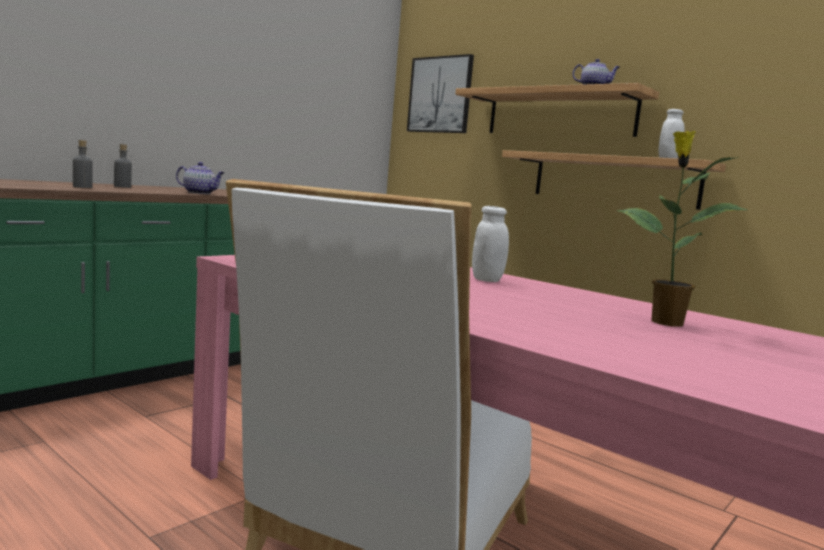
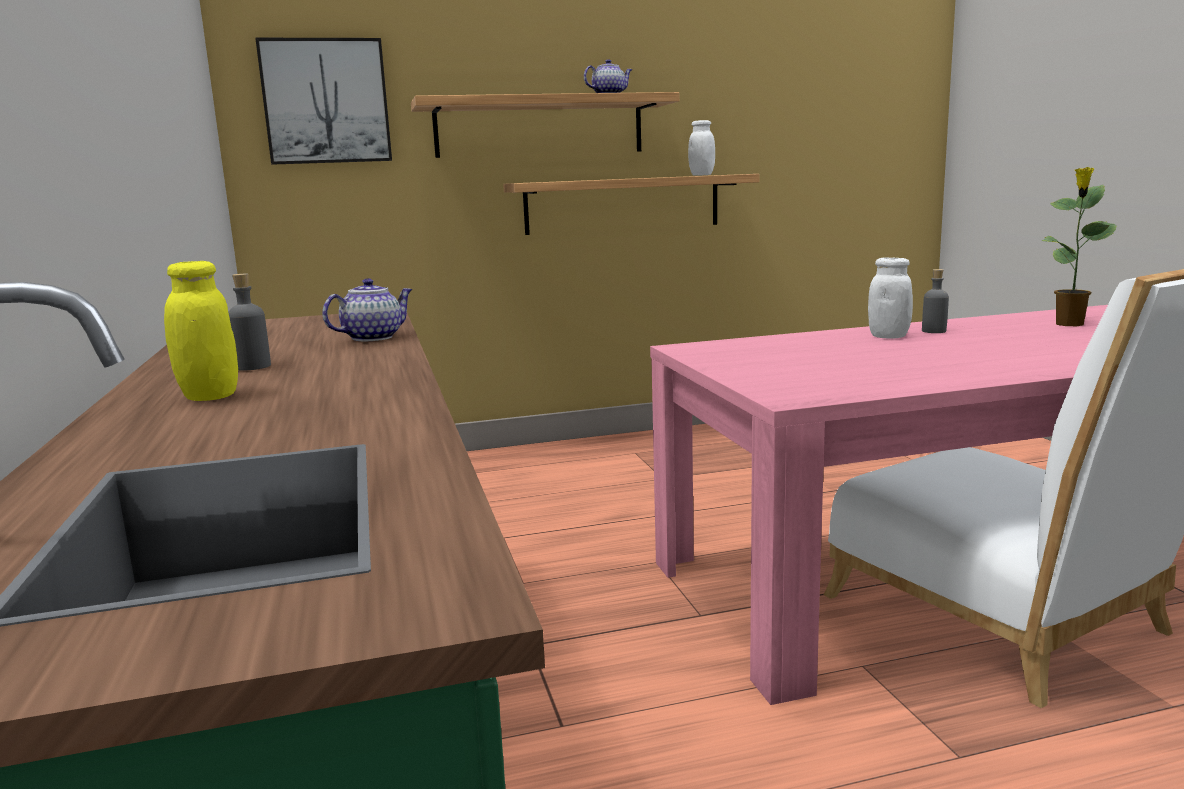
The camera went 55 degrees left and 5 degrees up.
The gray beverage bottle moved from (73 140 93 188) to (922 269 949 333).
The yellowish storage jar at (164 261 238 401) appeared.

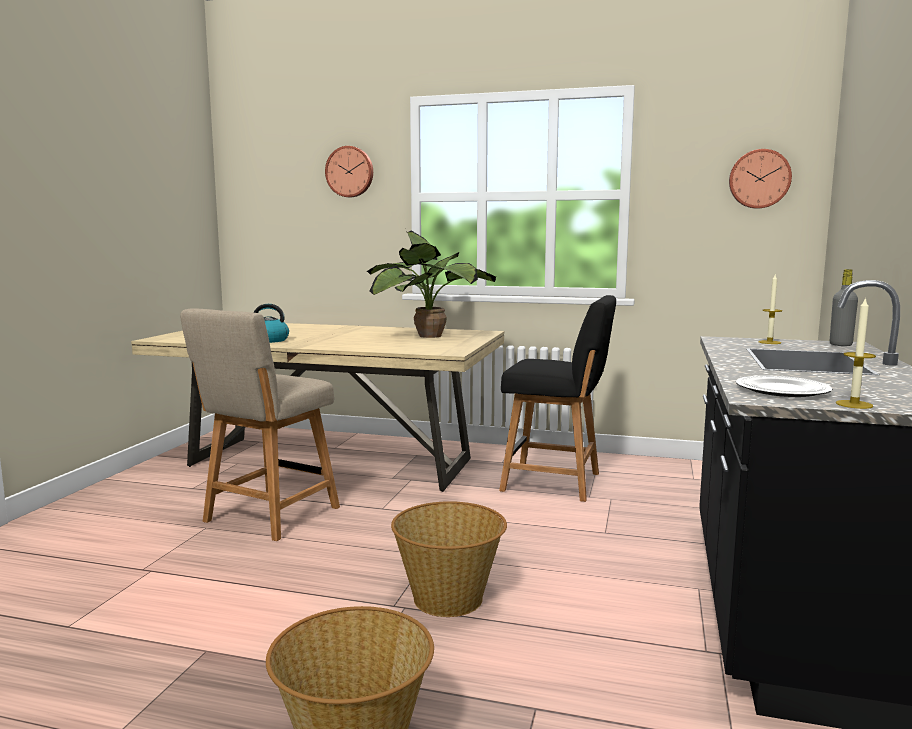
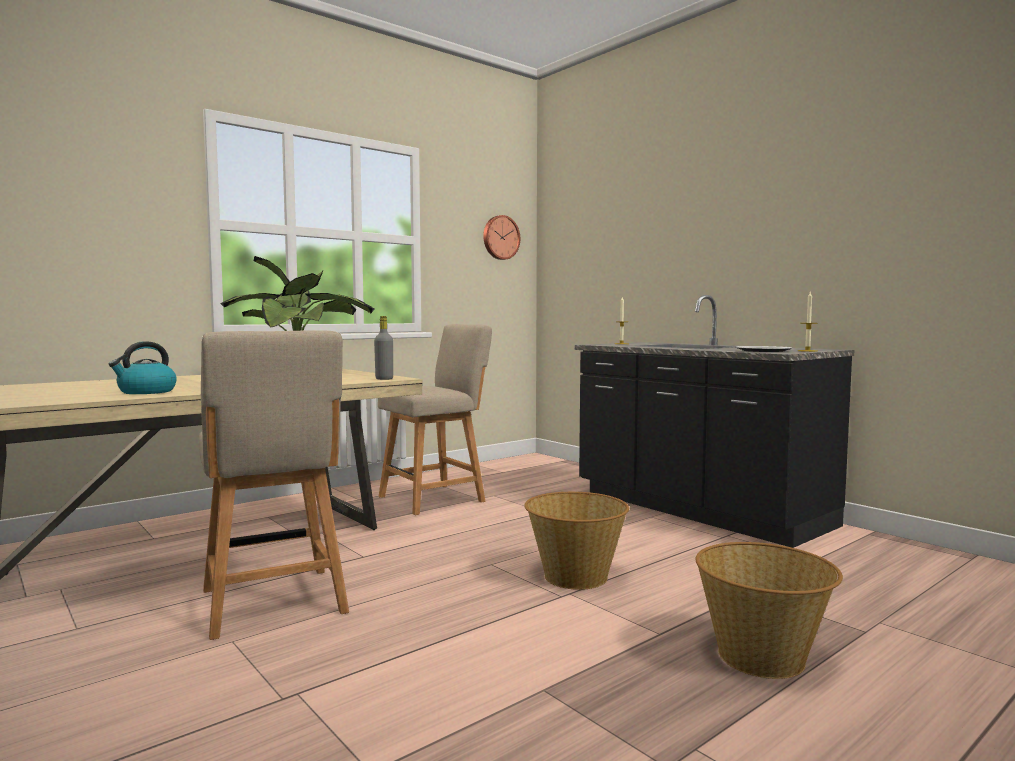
The camera went 55 degrees left and 5 degrees down.
The hanging clock at (325 146 373 197) disappeared.
The gray beverage bottle moved from (830 269 858 346) to (374 316 393 380).
The blackish chair at (499 295 616 502) became the beige-coloured chair at (378 324 492 515).

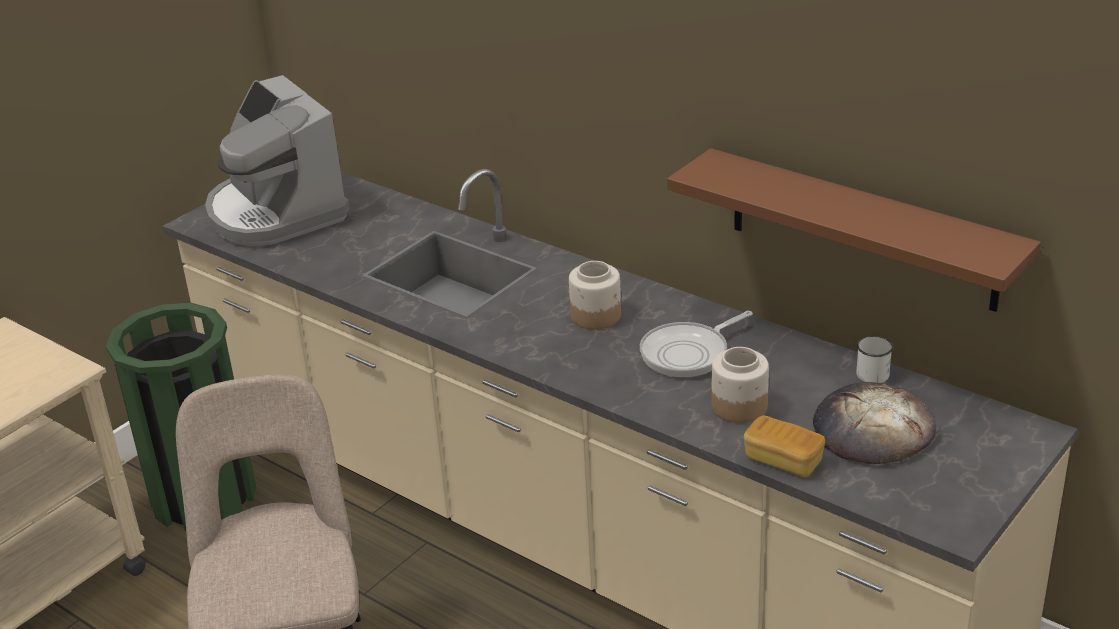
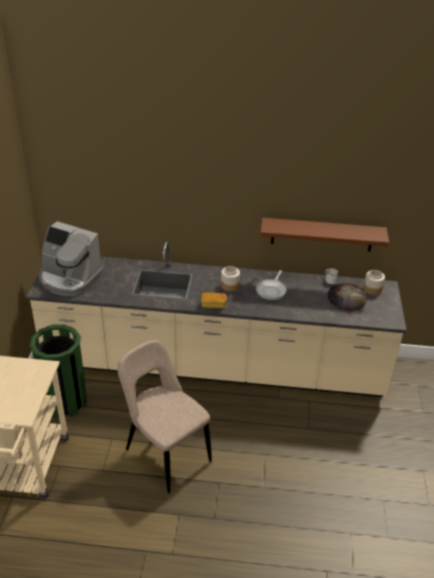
The camera went 35 degrees left and 5 degrees up.
The storage jar moved from (712 347 769 423) to (363 270 385 295).
The bread moved from (744 415 825 477) to (201 293 227 308).

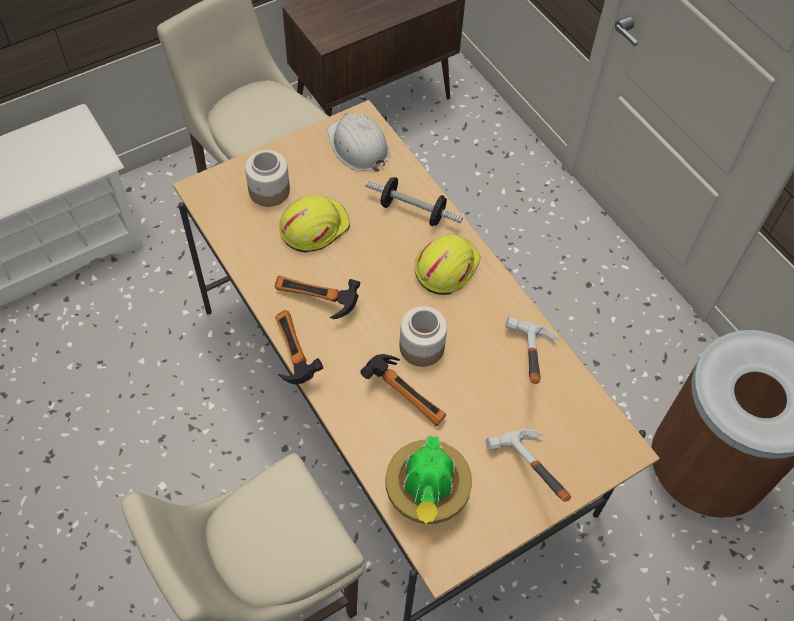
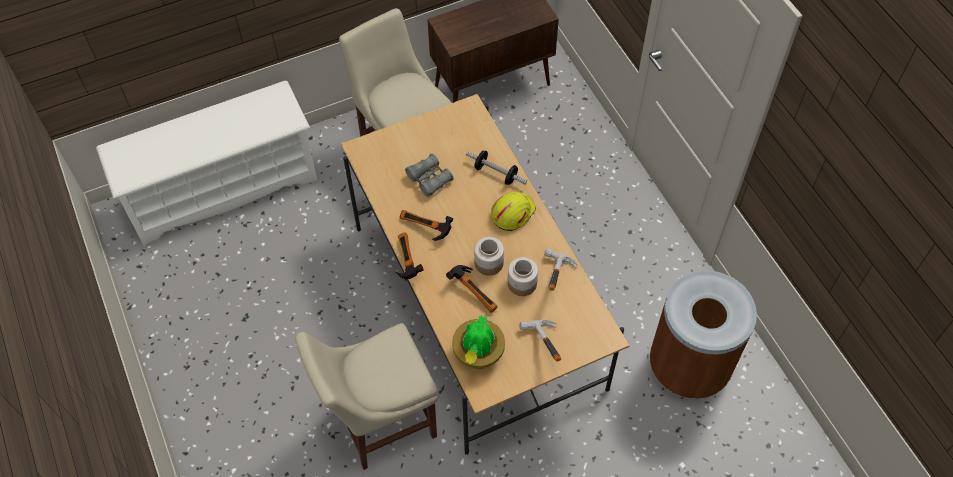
The camera went 10 degrees right and 0 degrees up.
The white hard hat at (327 113 390 172) disappeared.
The storage jar moved from (245 150 290 207) to (508 257 538 296).
The yellowish hard hat at (279 196 350 253) was replaced by the gray binoculars at (405 153 454 197).

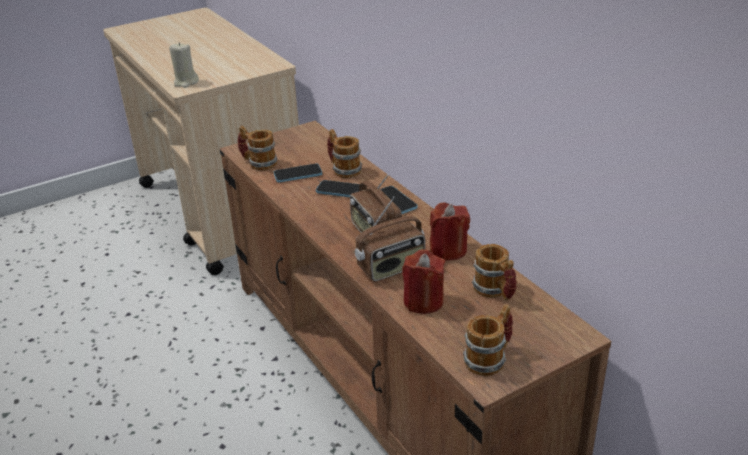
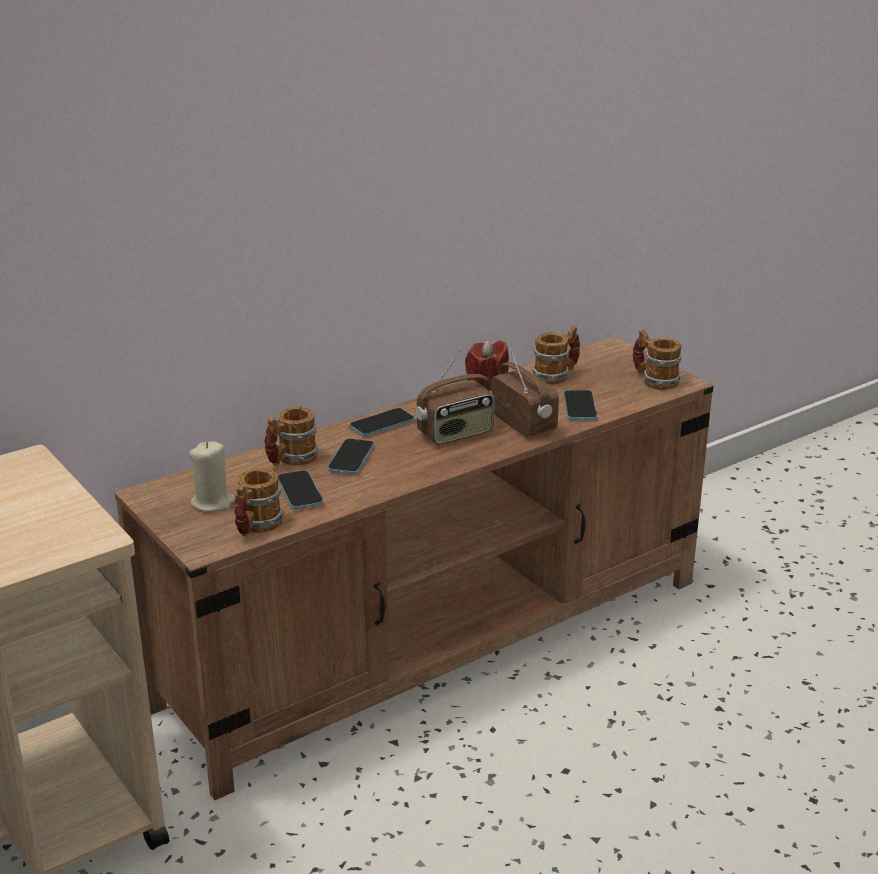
The camera went 95 degrees left and 5 degrees down.
The beige-coloured wax light moved from (169 43 199 88) to (189 441 235 512).
The red-coloured wax light at (402 249 445 314) was replaced by the handset at (564 390 597 420).

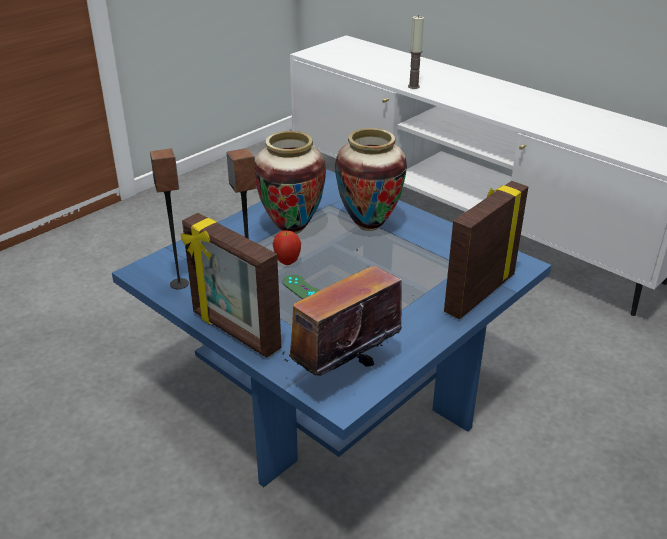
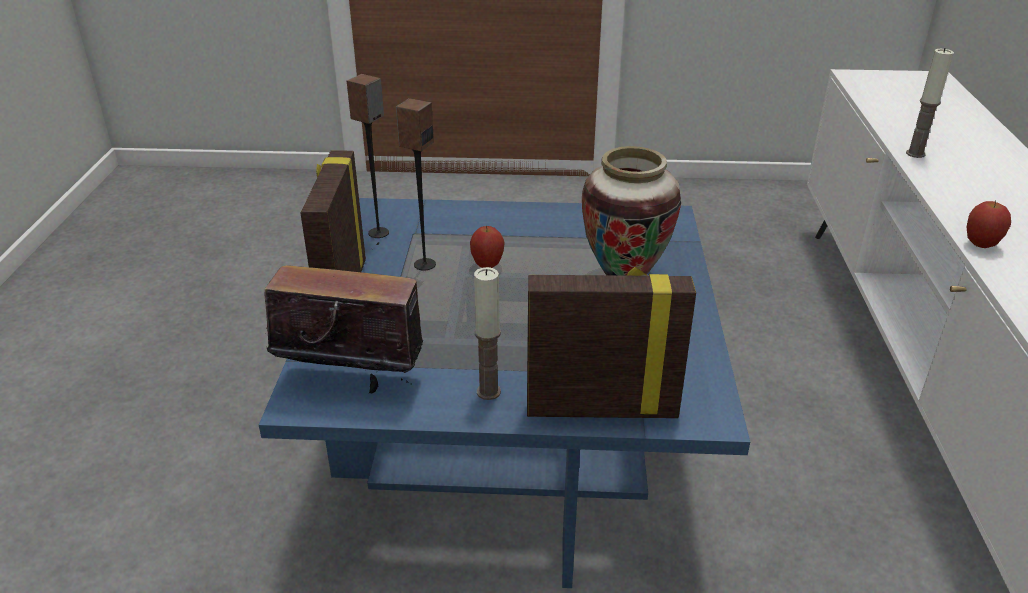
The camera went 50 degrees right and 0 degrees up.
The flower vase at (255 131 326 234) disappeared.
The greenish gamepad at (283 275 320 299) disappeared.
The whole apple at (967 201 1011 248) appeared.
The wax light at (474 267 501 400) appeared.

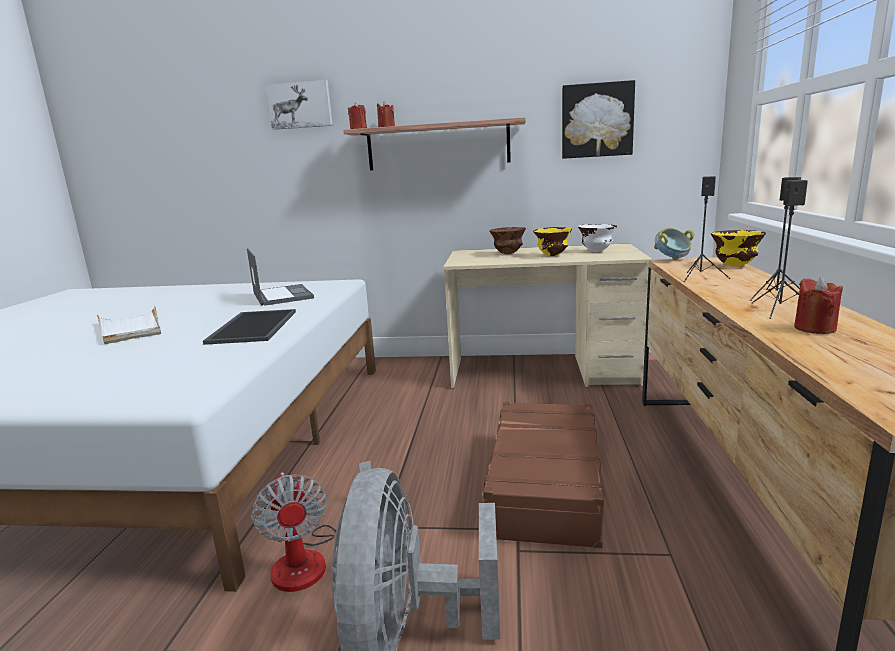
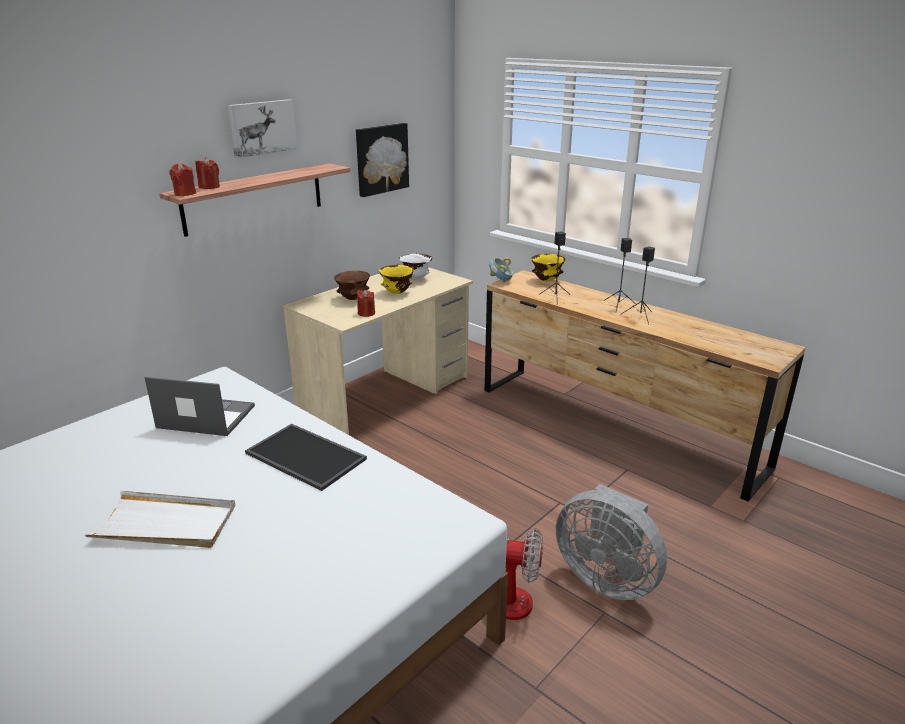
The camera went 55 degrees left and 10 degrees up.
The wall picture moved from (266 80 333 130) to (227 99 297 158).
The red-coloured wax light moved from (794 277 843 334) to (357 290 375 317).
The brown-coloured piece of luggage at (478 402 604 548) disappeared.

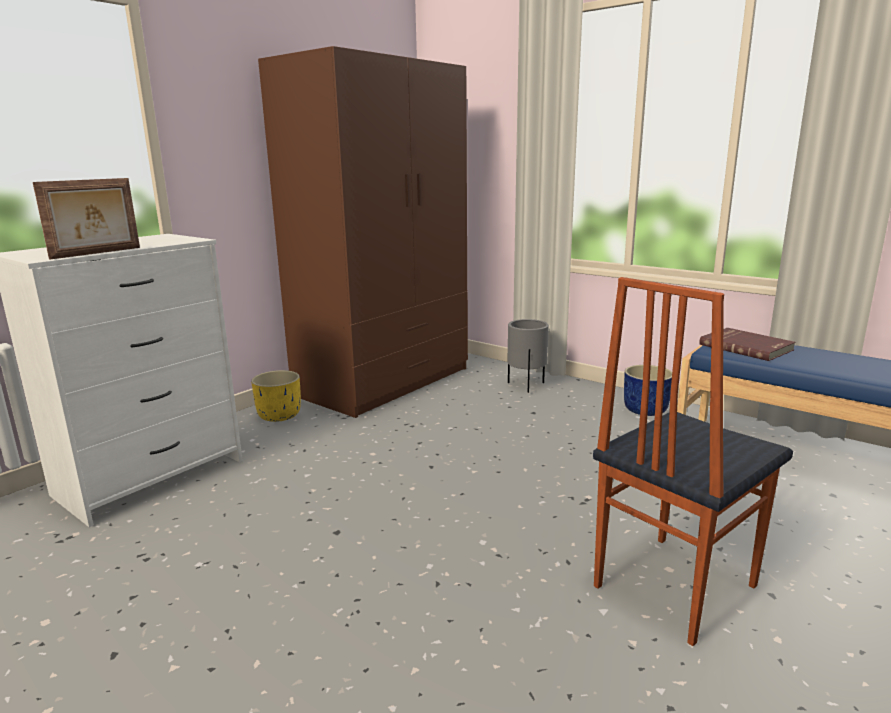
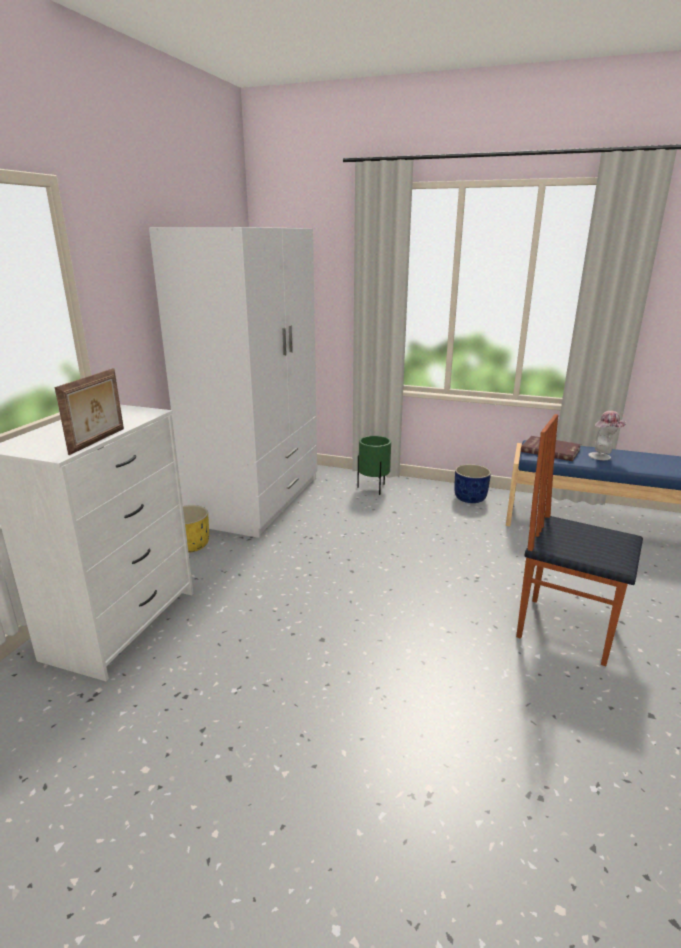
The camera went 20 degrees left and 5 degrees up.
The brown-coloured clothes cupboard at (258 46 468 418) became the white clothes cupboard at (149 227 317 538).
The chair at (593 277 793 646) turned 90 degrees clockwise.
The gray flower pot at (508 319 549 393) became the greenish flower pot at (357 436 391 495).
The clothing hat at (588 411 627 460) appeared.

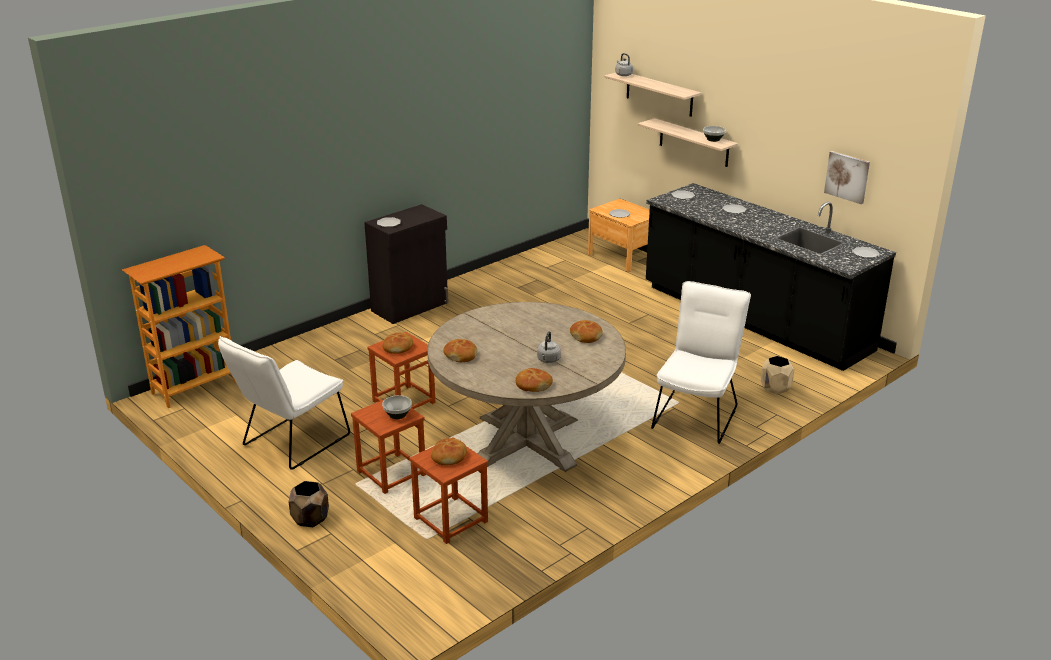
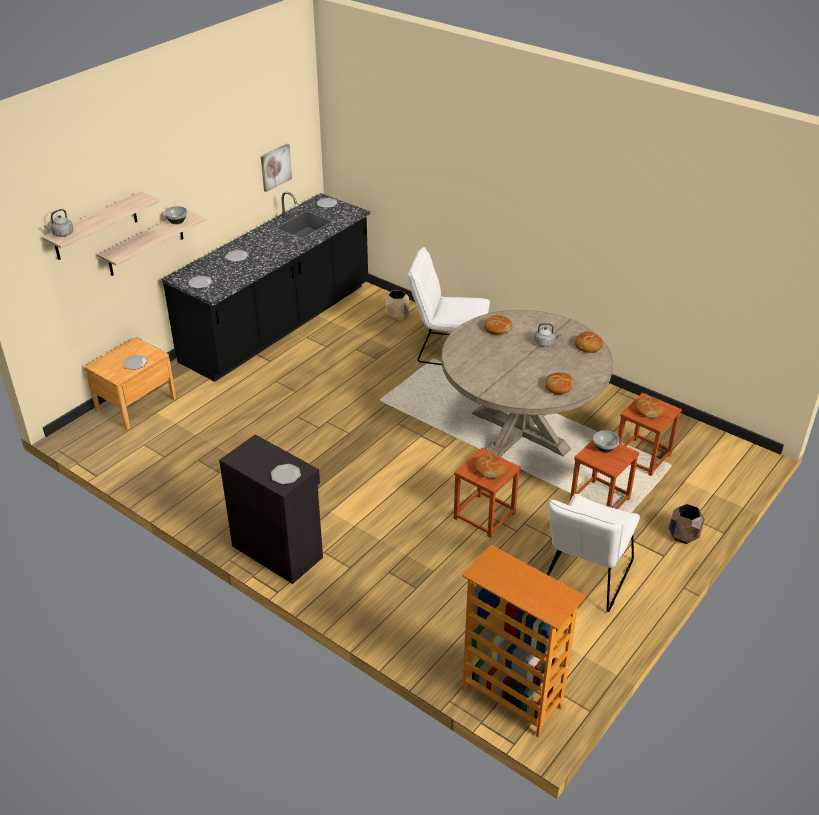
The camera went 100 degrees left and 10 degrees up.
The white chair at (218 336 350 470) turned 90 degrees clockwise.

